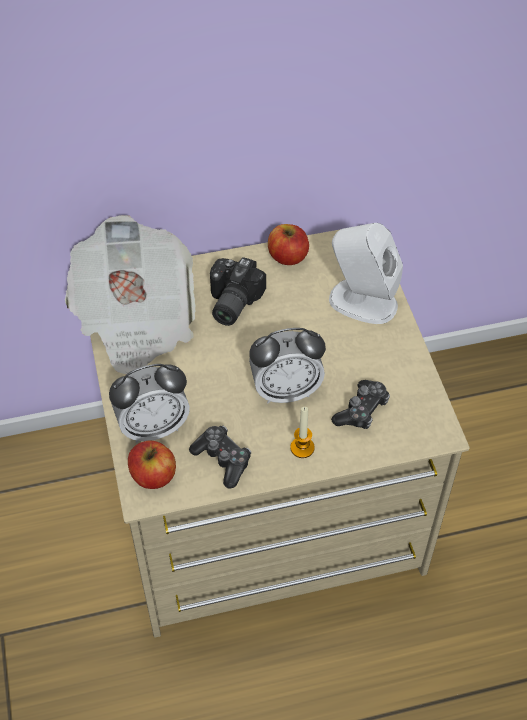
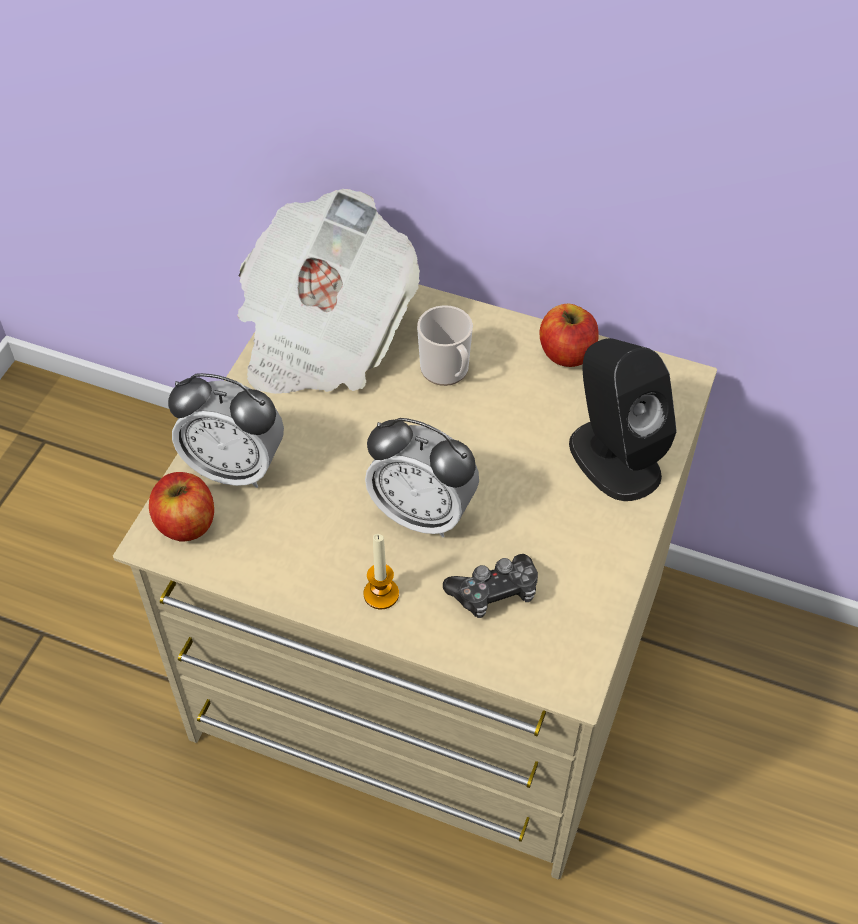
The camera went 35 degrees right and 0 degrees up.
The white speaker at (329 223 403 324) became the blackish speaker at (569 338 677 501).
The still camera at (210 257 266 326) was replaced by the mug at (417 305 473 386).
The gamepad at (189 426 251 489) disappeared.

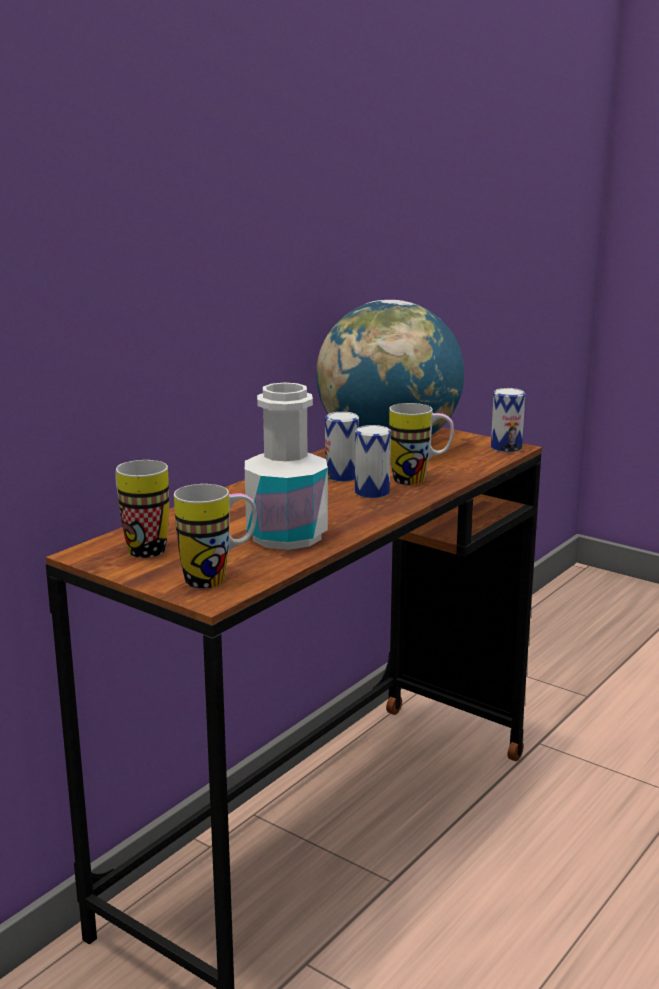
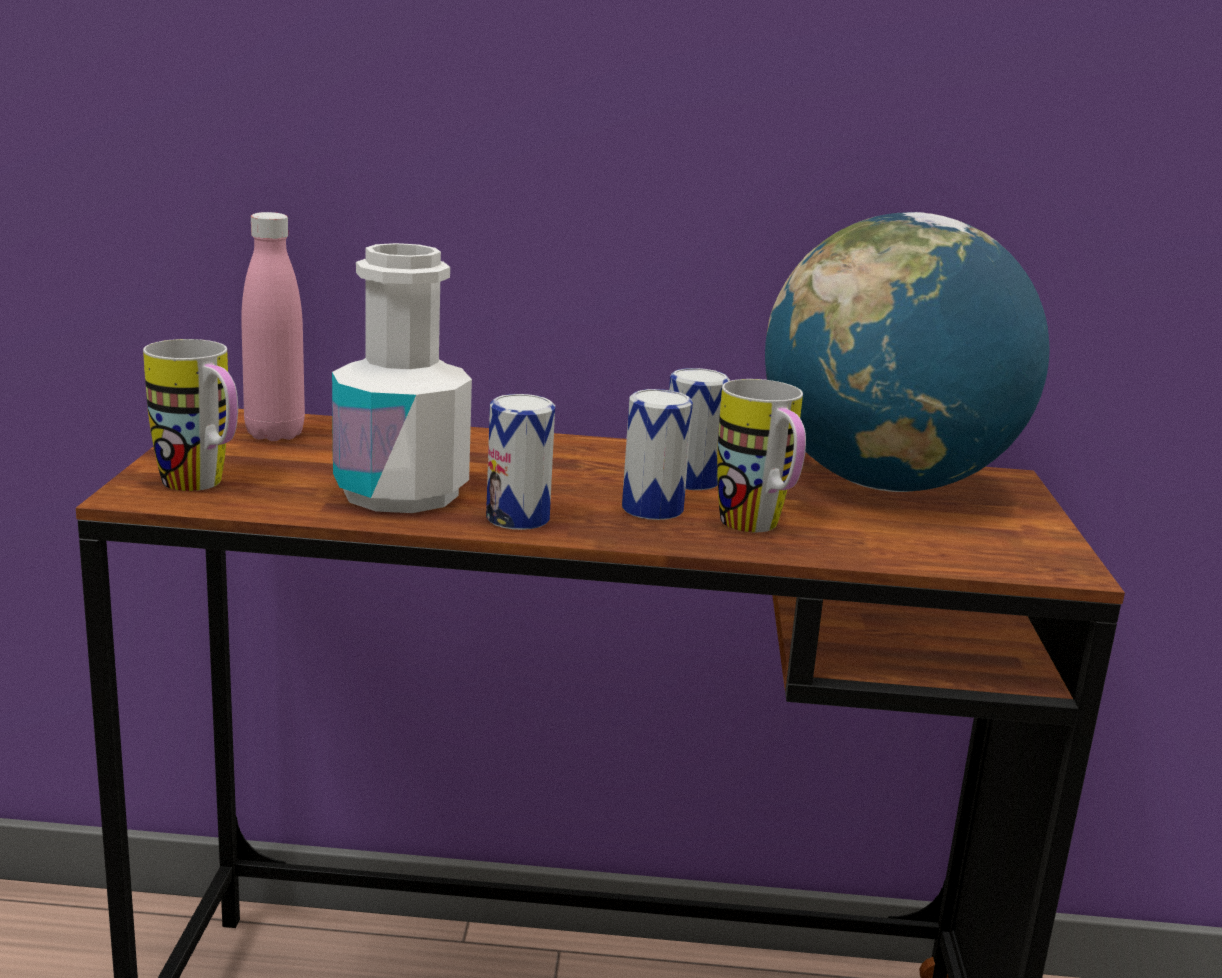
The camera went 55 degrees right and 0 degrees up.
The can moved from (491 388 525 453) to (486 394 555 530).
The mug at (115 460 169 558) was replaced by the pinkish beverage bottle at (241 212 305 441).

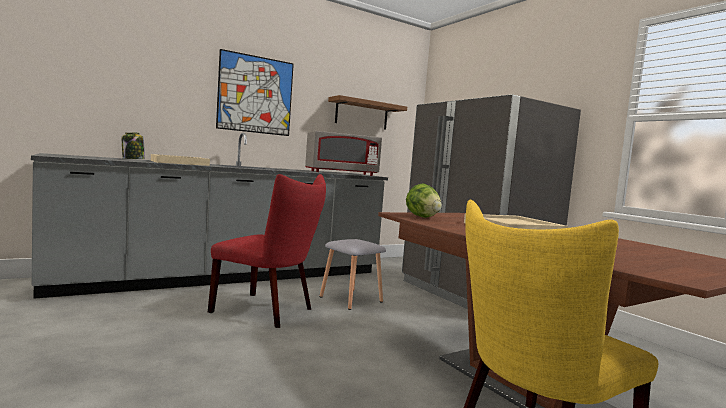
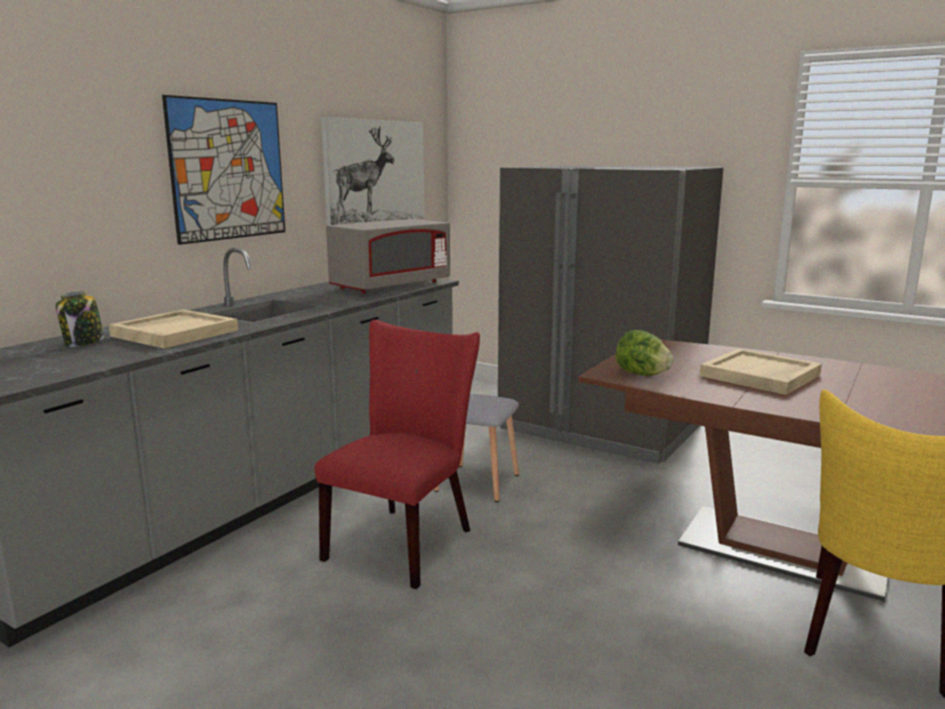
The camera went 25 degrees left and 10 degrees up.
The brown-coloured wall shelf at (328 95 407 130) was replaced by the wall picture at (321 117 424 225).
The red-coloured chair at (208 174 326 328) turned 60 degrees counterclockwise.

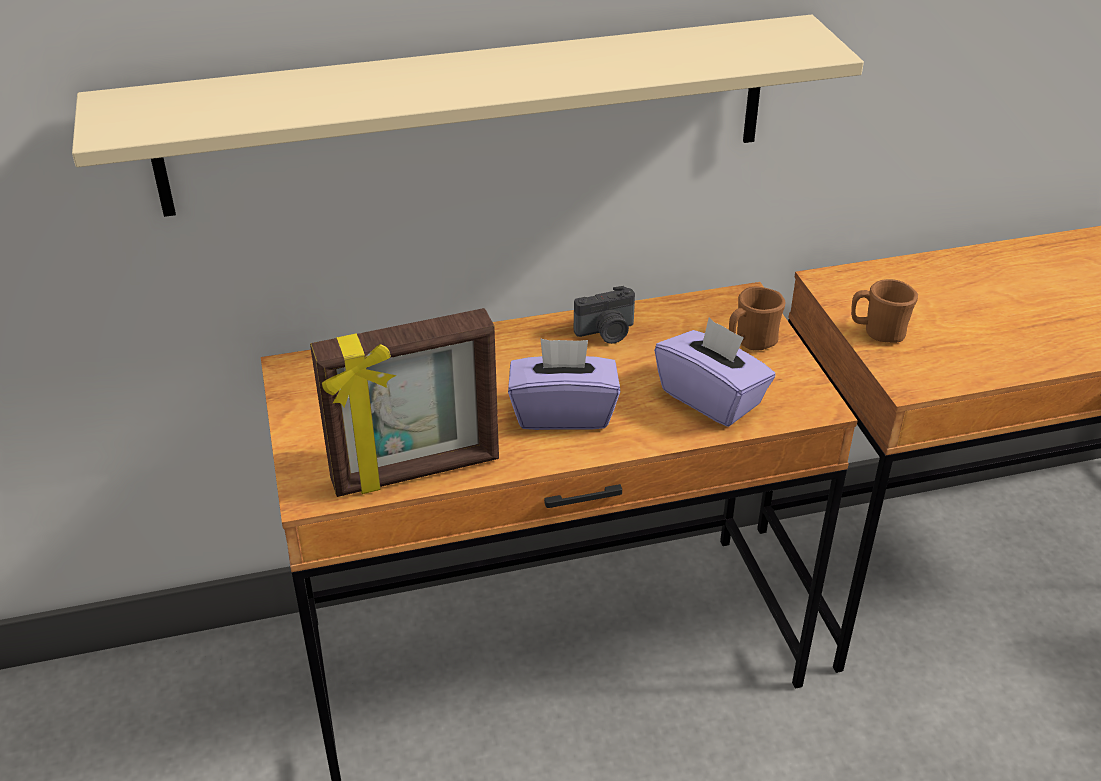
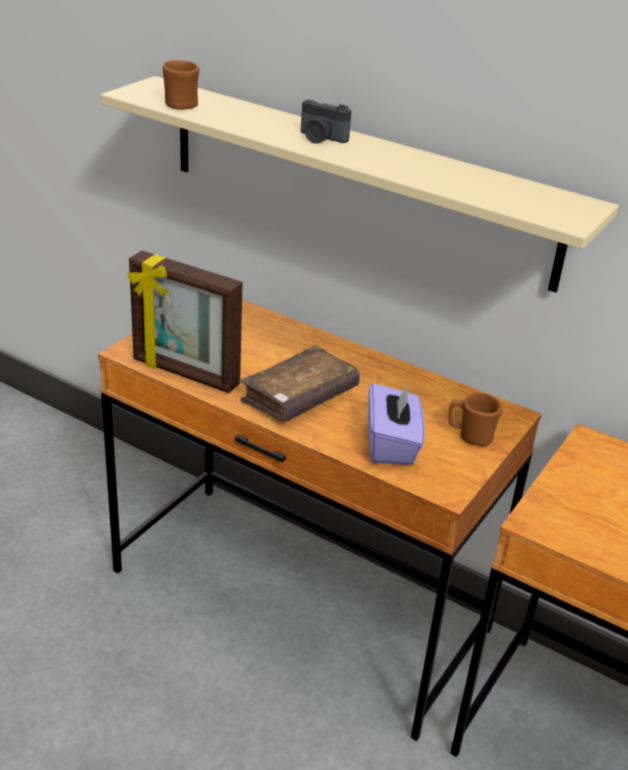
The camera went 45 degrees right and 5 degrees down.
The brown-coloured mug moved from (851 279 918 343) to (162 60 199 110).
The still camera moved from (574 286 635 344) to (301 100 351 144).
The purplish tissue holder at (508 339 621 430) was replaced by the brown-coloured volume at (239 345 360 422).

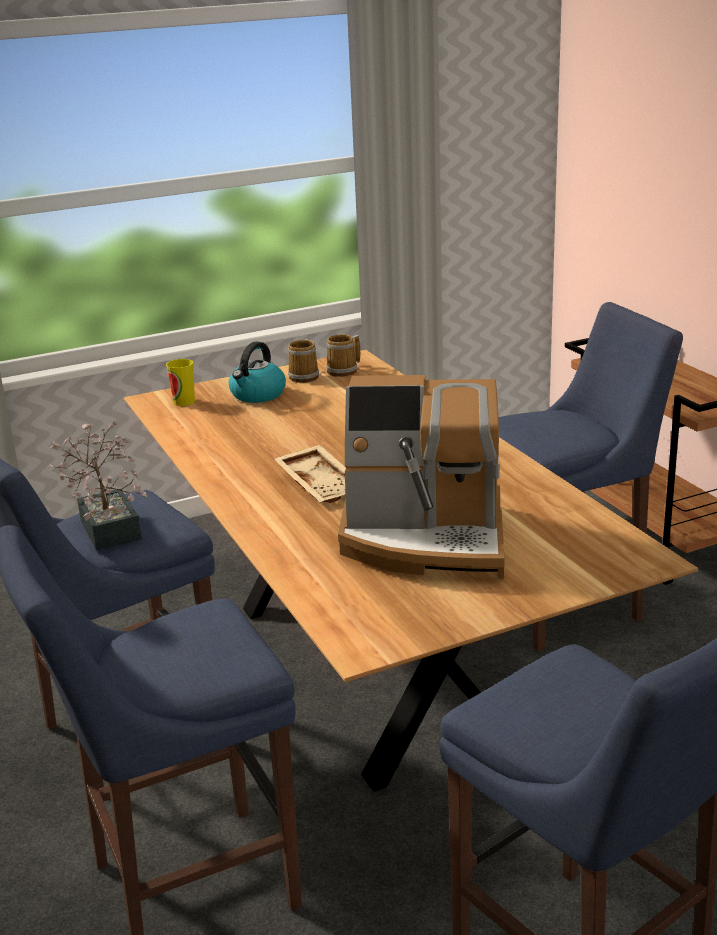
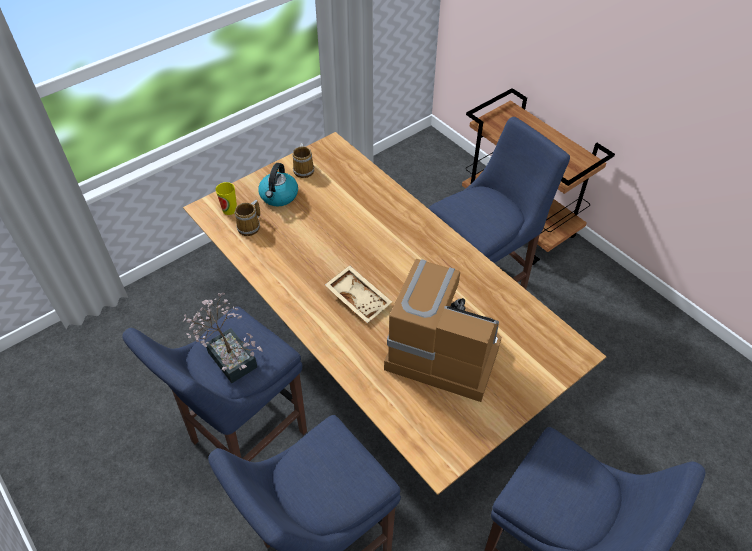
The camera went 15 degrees left and 25 degrees up.
The mug moved from (326 334 360 377) to (235 200 260 236).
The coffee machine at (338 375 505 579) turned 150 degrees counterclockwise.

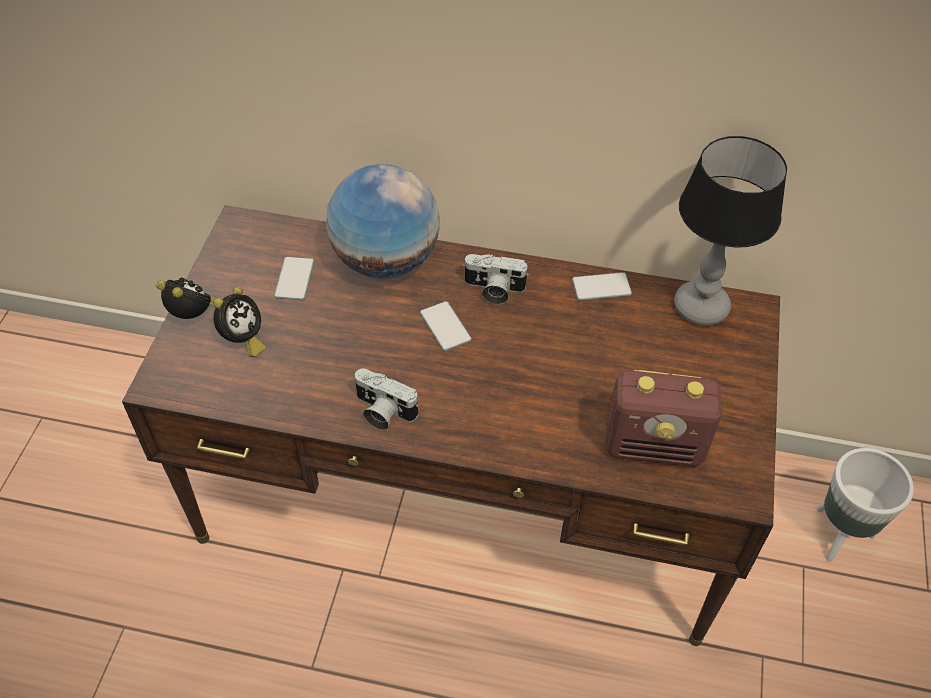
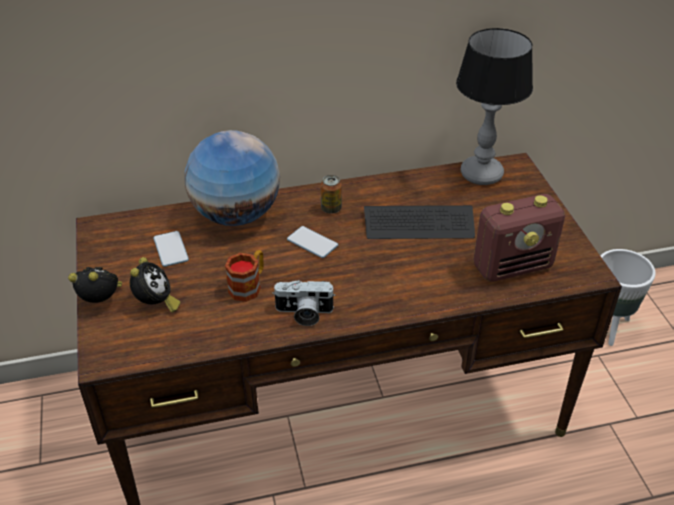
The camera went 25 degrees left and 10 degrees down.
The still camera at (463 254 529 304) was replaced by the can at (321 175 342 214).
The handset at (572 272 632 301) disappeared.
The keyboard at (364 205 475 239) appeared.
The mug at (225 250 264 302) appeared.

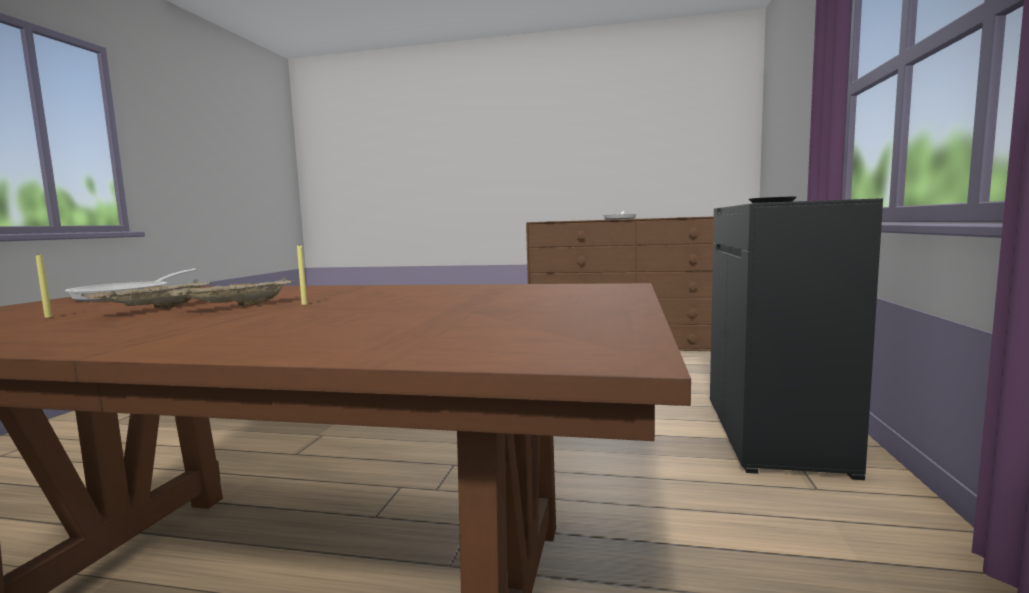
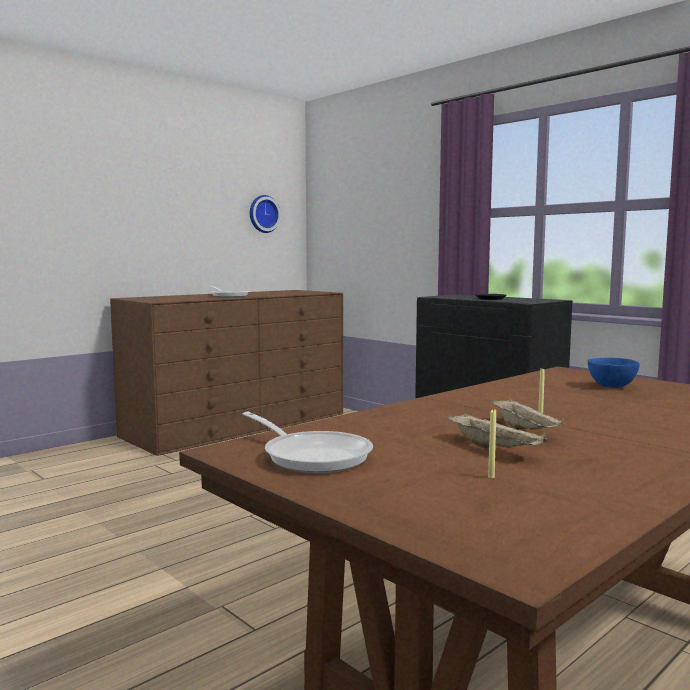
The camera went 55 degrees left and 0 degrees up.
The hanging clock at (250 195 281 233) appeared.
The blue-coloured bowl at (588 358 640 388) appeared.

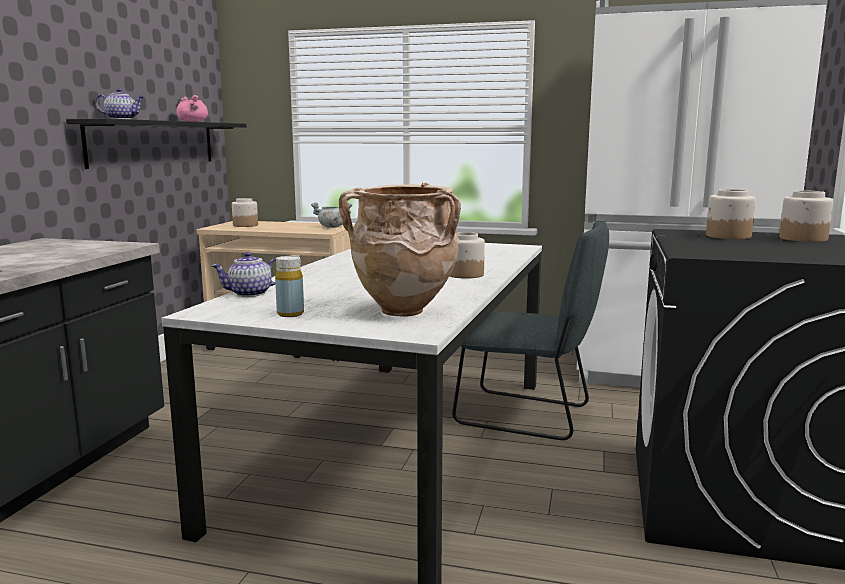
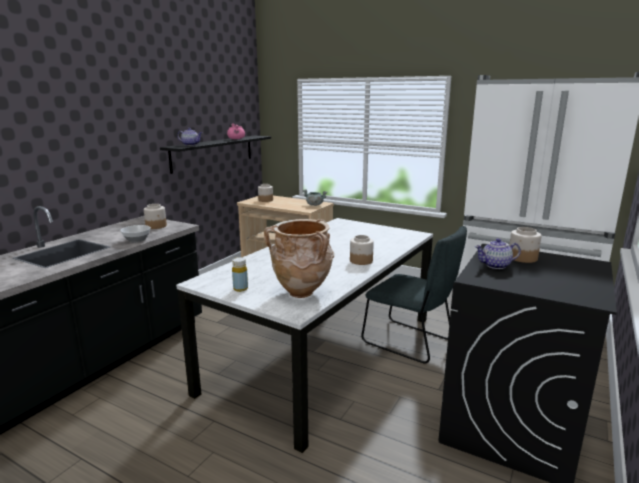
The camera went 15 degrees right and 5 degrees up.
The storage jar moved from (779 190 833 242) to (144 204 167 229).
The pot for tea moved from (211 252 276 297) to (475 238 521 269).
The bowl at (120 225 151 242) appeared.

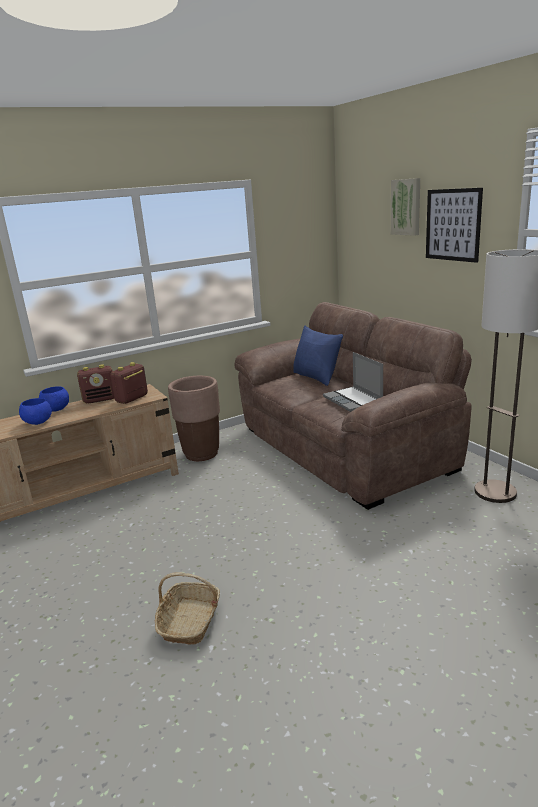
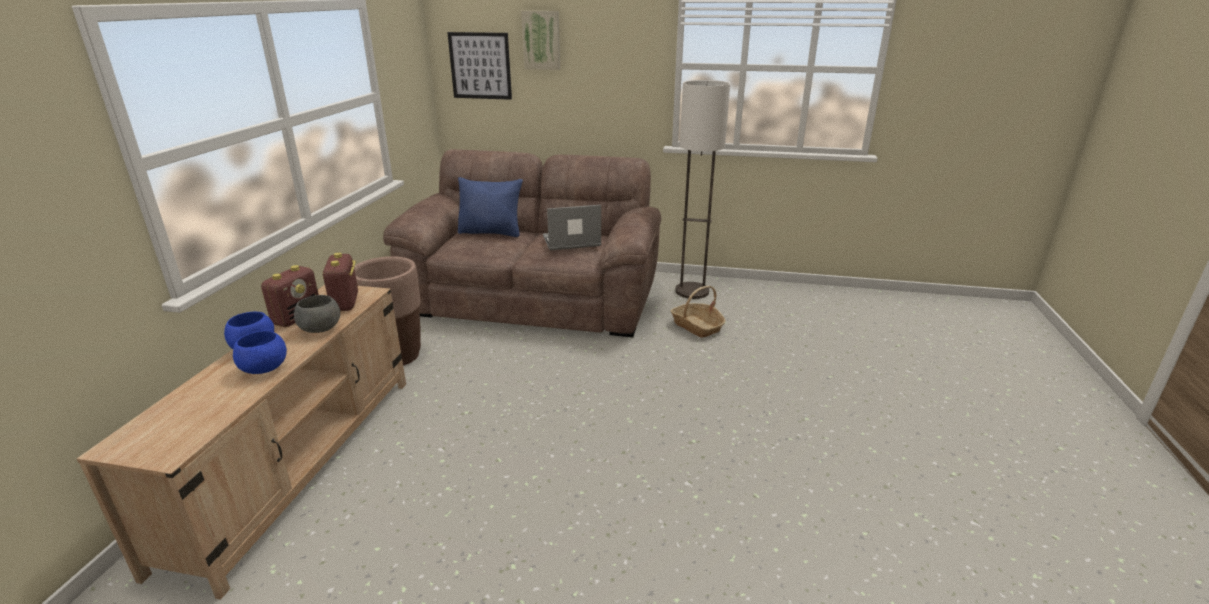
The camera went 50 degrees left and 5 degrees up.
The wall picture moved from (426 188 483 263) to (447 32 512 100).
The notebook computer at (323 352 383 412) turned 150 degrees clockwise.
The household basket moved from (154 572 220 645) to (670 285 725 338).
The gray bowl at (294 295 340 333) appeared.

